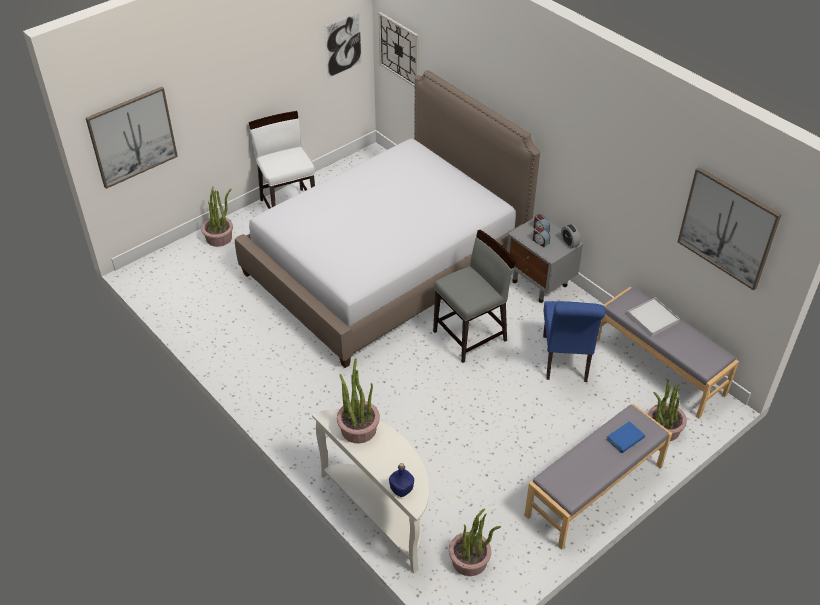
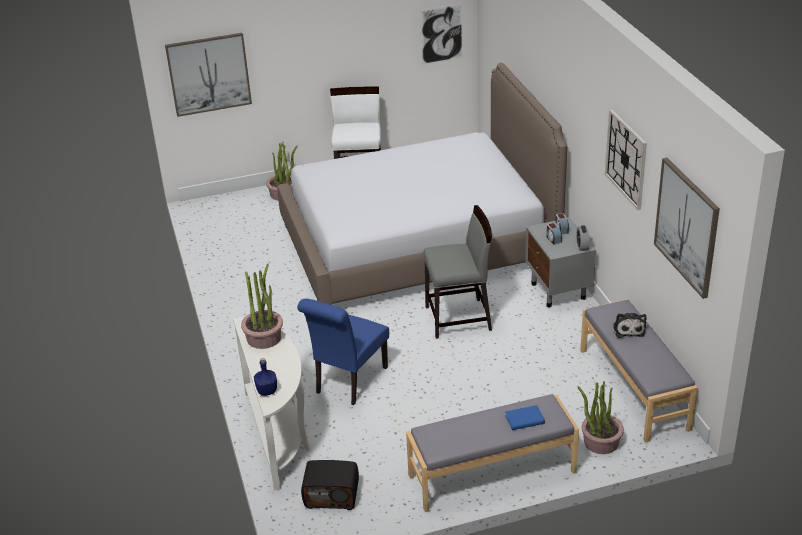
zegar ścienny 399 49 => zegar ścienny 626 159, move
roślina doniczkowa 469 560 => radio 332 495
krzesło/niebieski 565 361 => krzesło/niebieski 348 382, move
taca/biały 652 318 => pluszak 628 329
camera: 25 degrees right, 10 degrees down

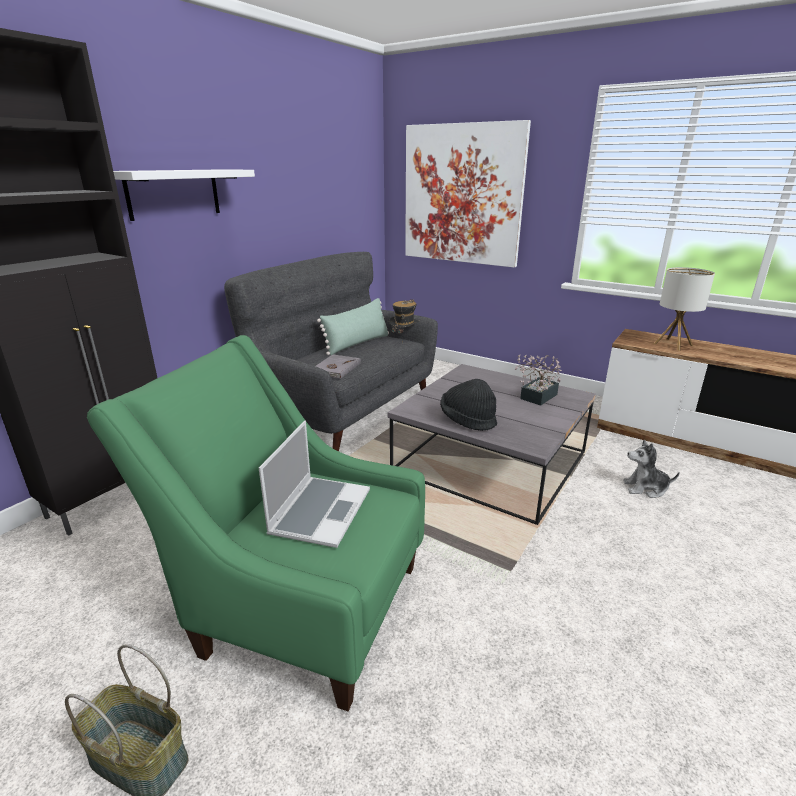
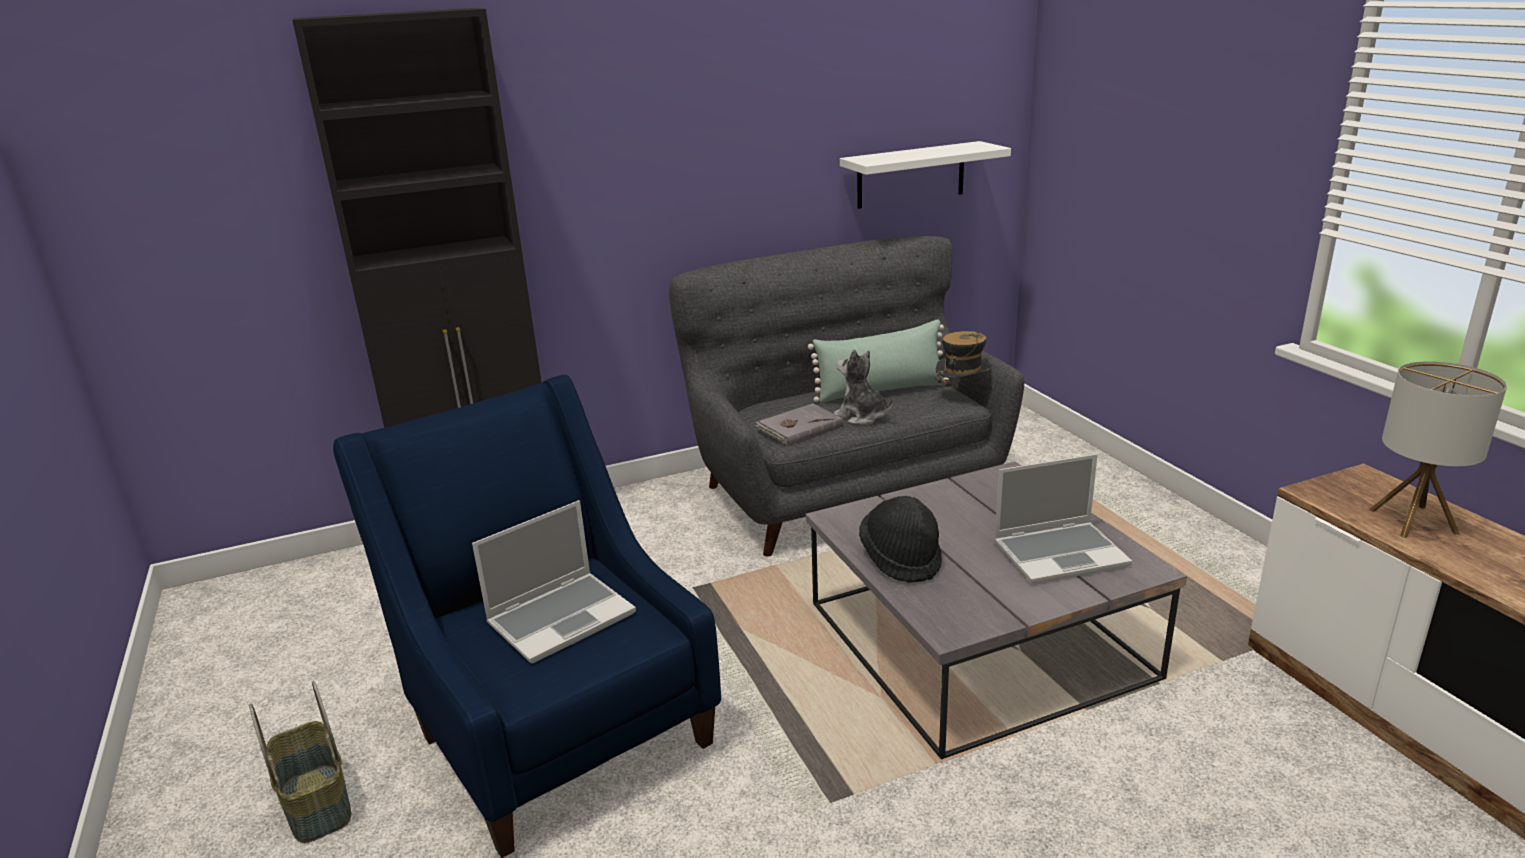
fotel/zielony 300 603 => fotel/niebieski 557 727
półka/biały 174 193 => półka/biały 911 175, move
obraz 462 195 => nothing
roślina doniczkowa 536 398 => laptop 1061 553
pluszak 645 488 => pluszak 862 416, move
camera: 35 degrees right, 0 degrees up

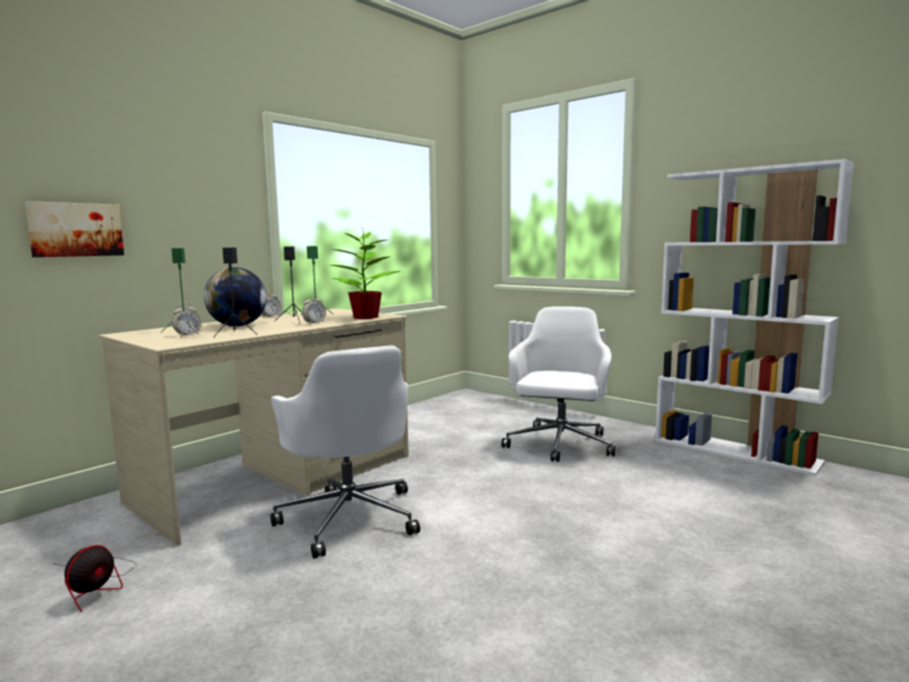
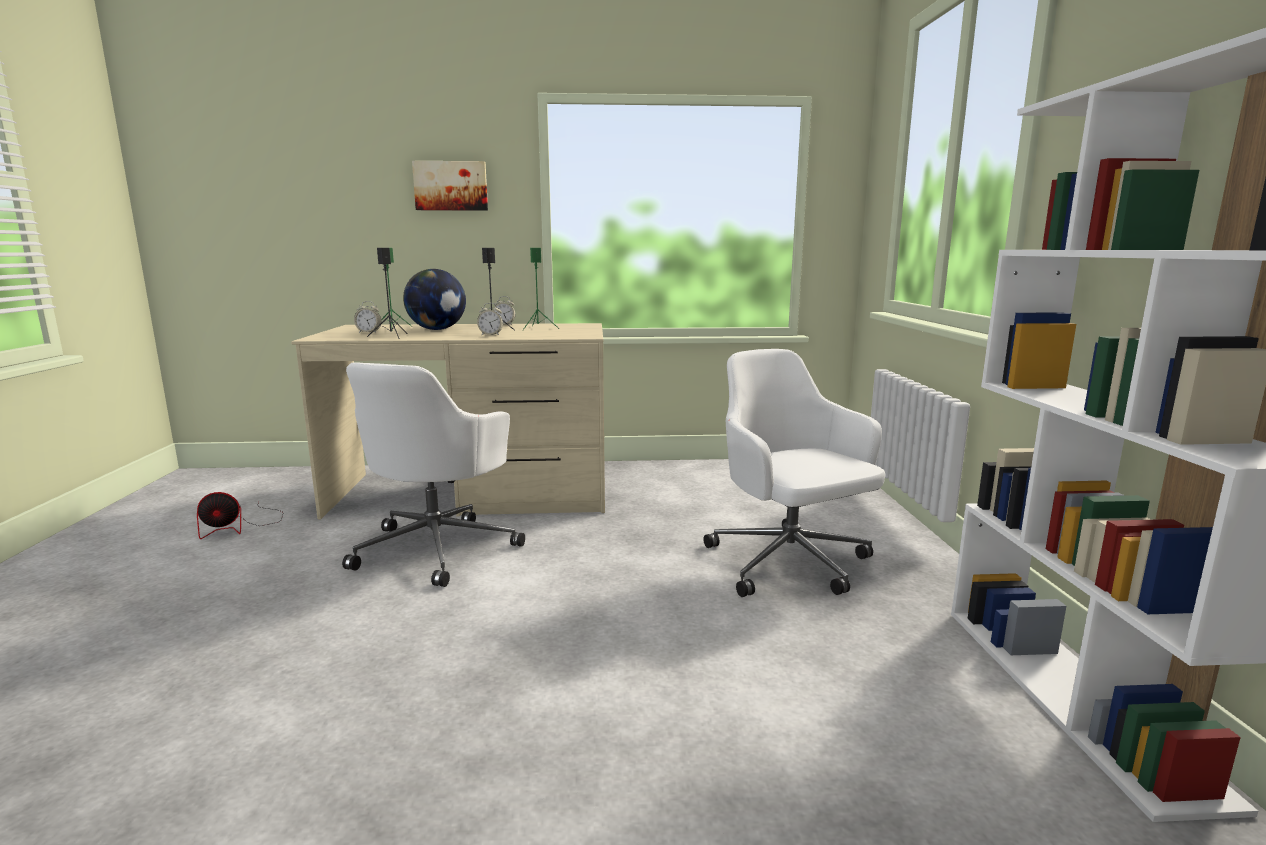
obraz 75 230 => obraz 451 186, move
roślina doniczkowa 365 317 => nothing
krzesło biurowe/biały 559 445 => krzesło biurowe/biały 789 564, 90 degrees counterclockwise
camera: 45 degrees right, 5 degrees up

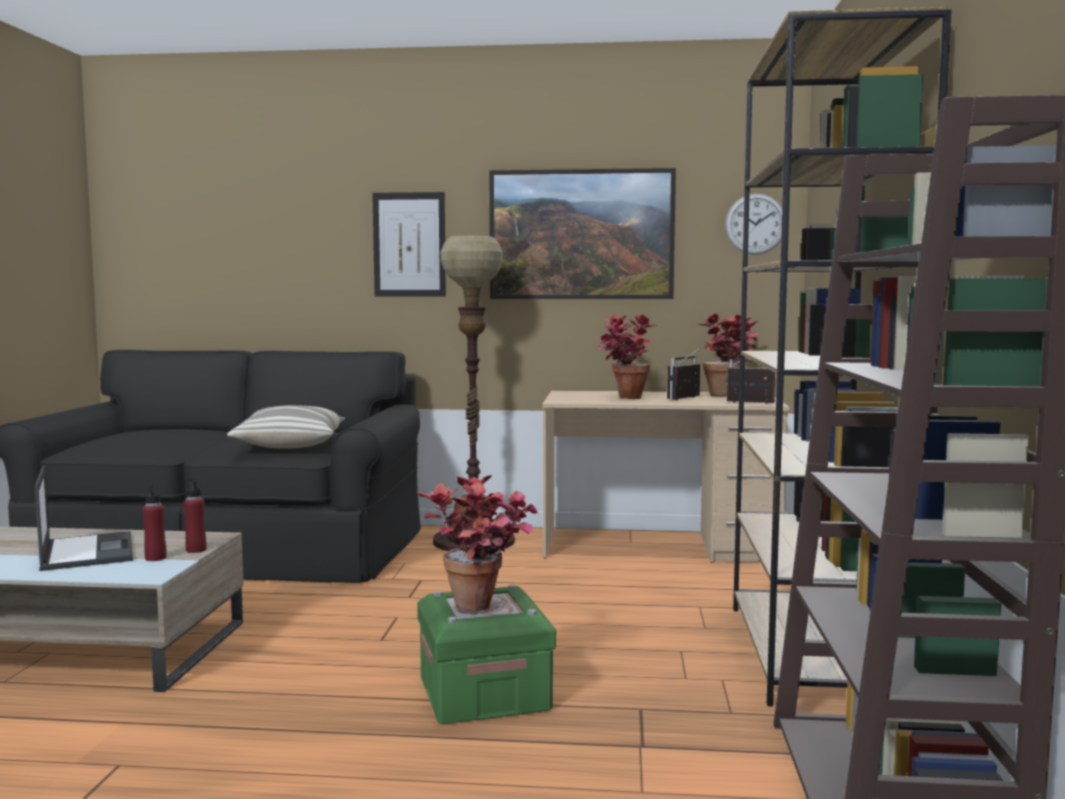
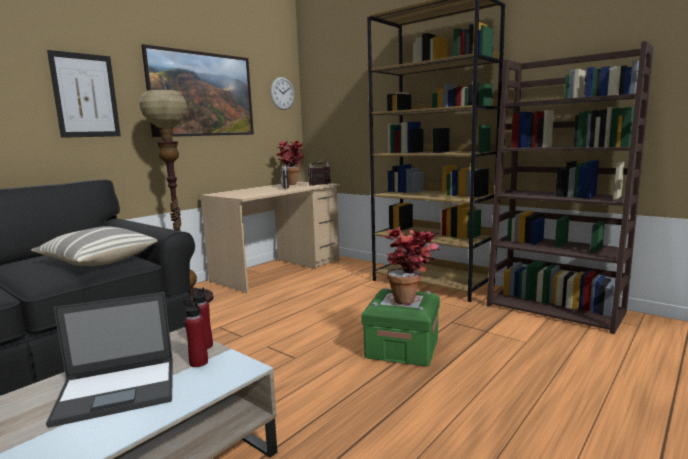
laptop 87 552 => laptop 119 390, 150 degrees clockwise
roślina doniczkowa 624 398 => nothing
camera: 55 degrees left, 5 degrees up

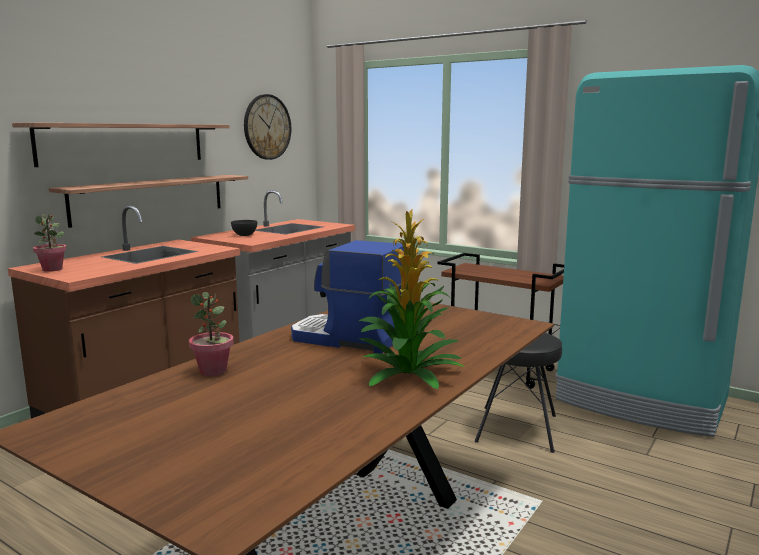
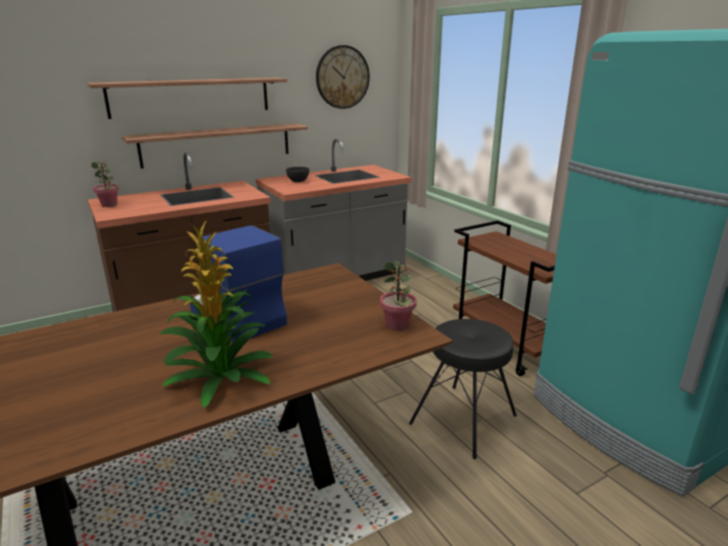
roślina doniczkowa 213 371 => roślina doniczkowa 397 325, move
camera: 25 degrees right, 10 degrees up

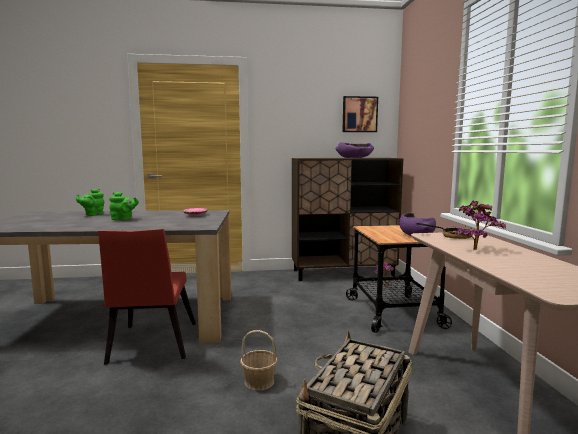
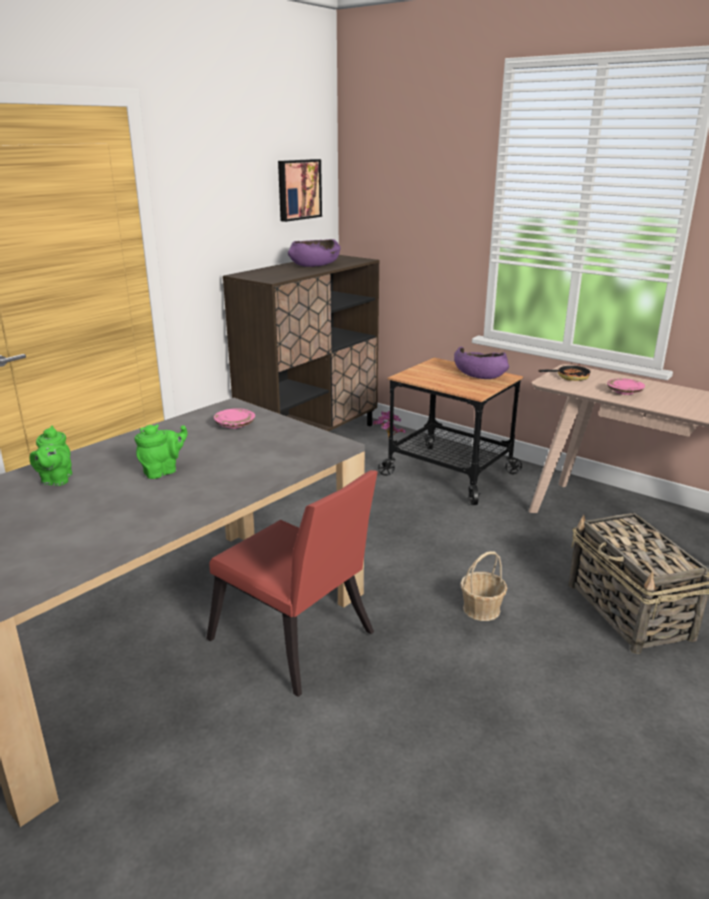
roślina doniczkowa 475 249 => talerz/różowy 624 392
camera: 45 degrees left, 15 degrees up

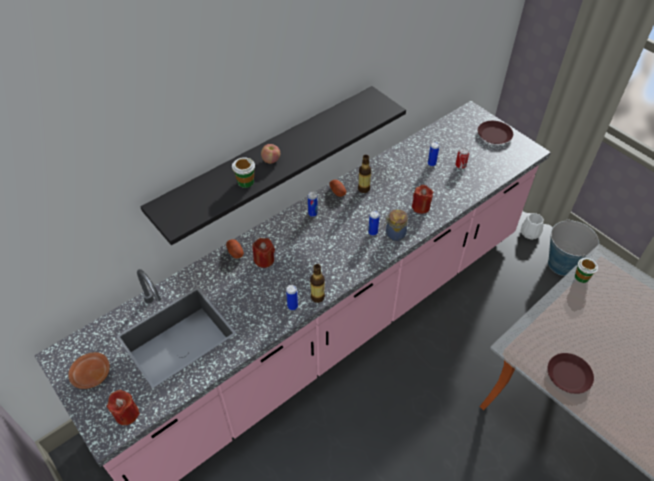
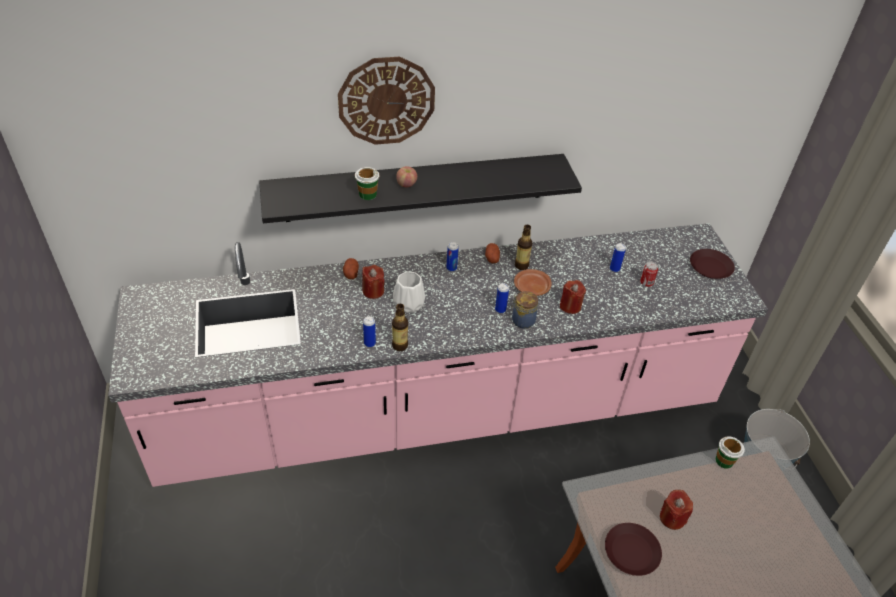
talerz/brązowy 91 374 => talerz/brązowy 531 288, move
świeca/czerwony 126 414 => świeca/czerwony 672 518, move
wazon/biały 529 233 => wazon/biały 409 303, move
nothing => zegar ścienny 386 101
camera: 25 degrees right, 5 degrees down

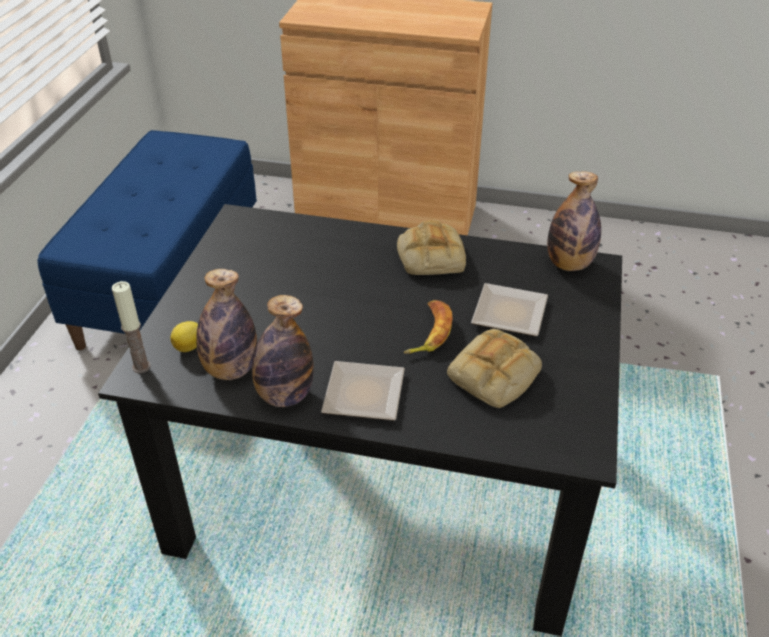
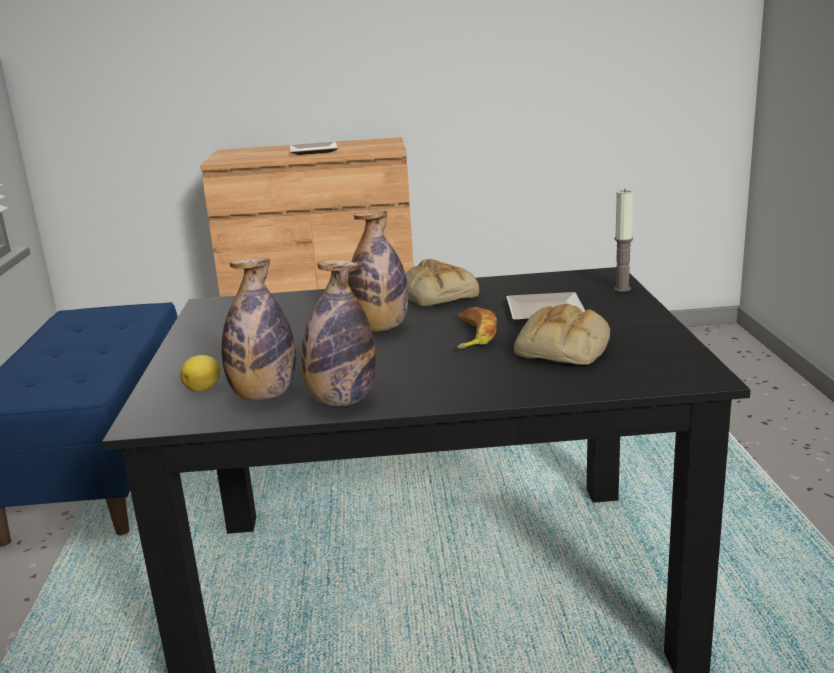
świeca 141 367 => świeca 622 288, move
talerz 361 392 => talerz 312 151, move
butelka 569 264 => butelka 380 328, move
camera: 15 degrees left, 20 degrees down

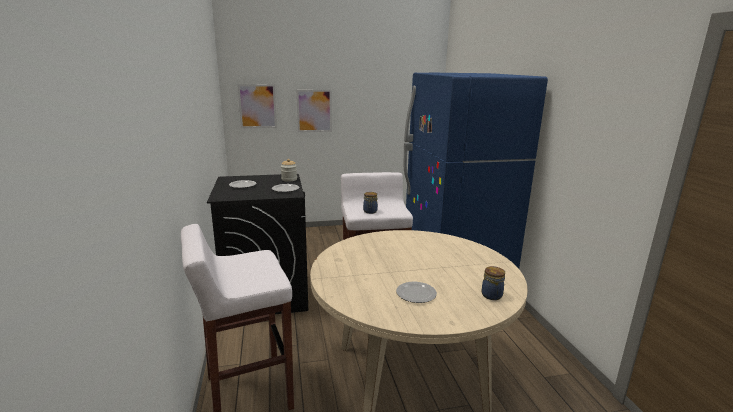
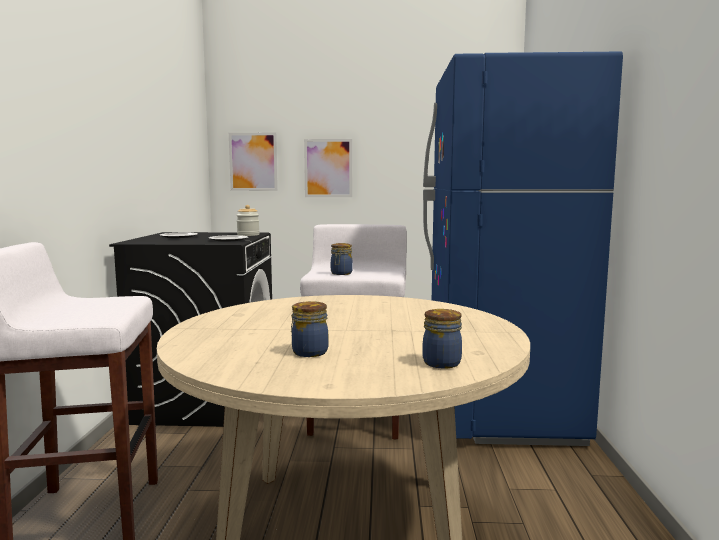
talerz 415 294 => słoik 308 352
camera: 15 degrees right, 10 degrees down

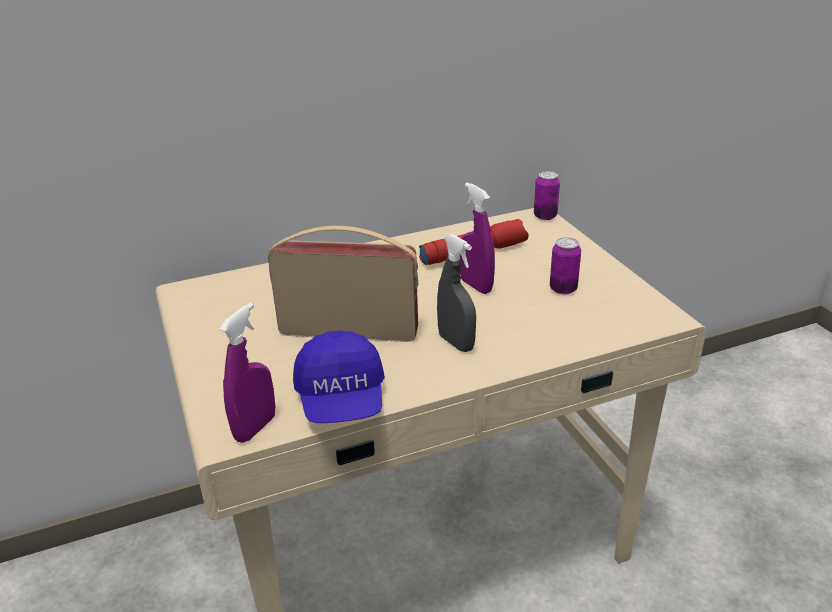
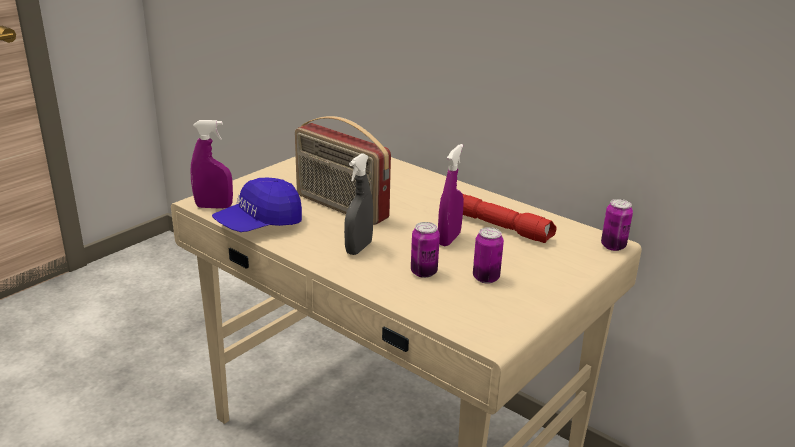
radio 349 330 => radio 340 207, 150 degrees clockwise
nothing => puszka 423 272
camera: 60 degrees right, 5 degrees down

